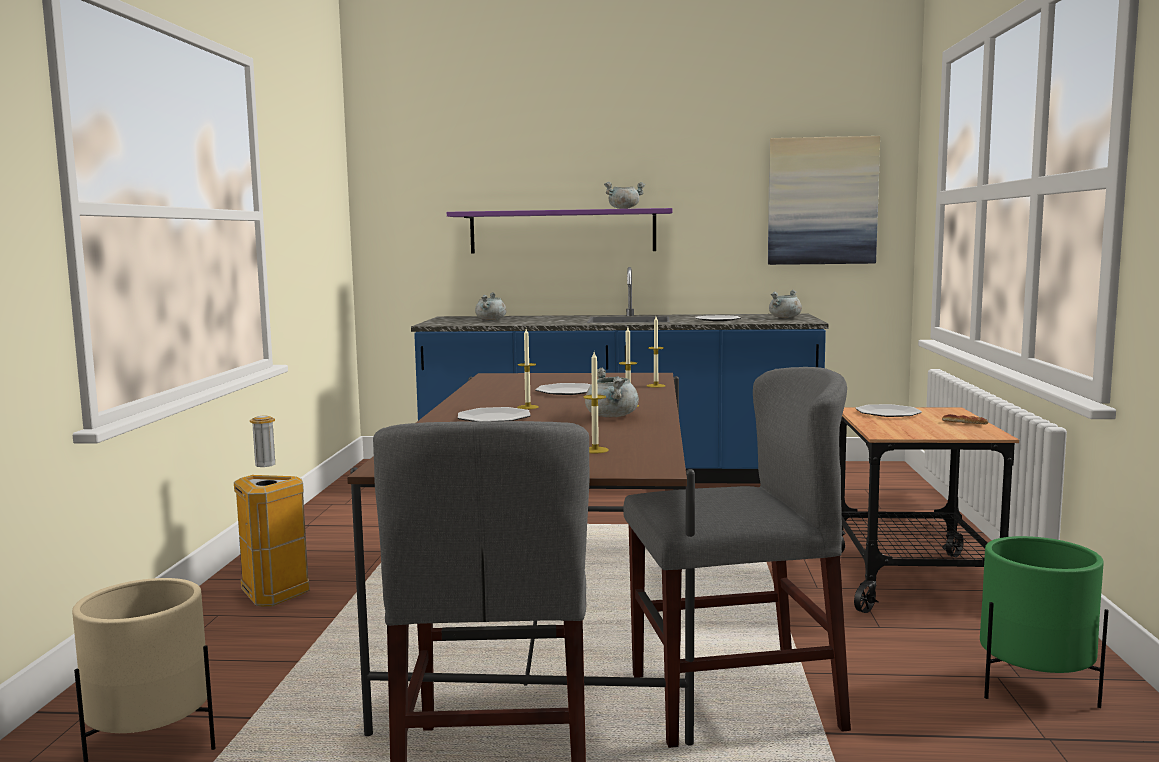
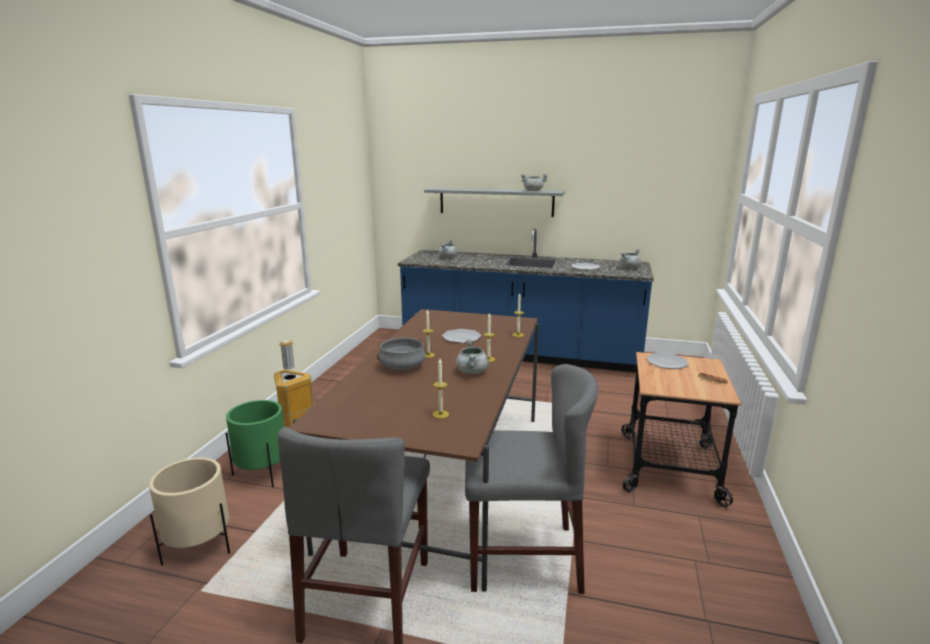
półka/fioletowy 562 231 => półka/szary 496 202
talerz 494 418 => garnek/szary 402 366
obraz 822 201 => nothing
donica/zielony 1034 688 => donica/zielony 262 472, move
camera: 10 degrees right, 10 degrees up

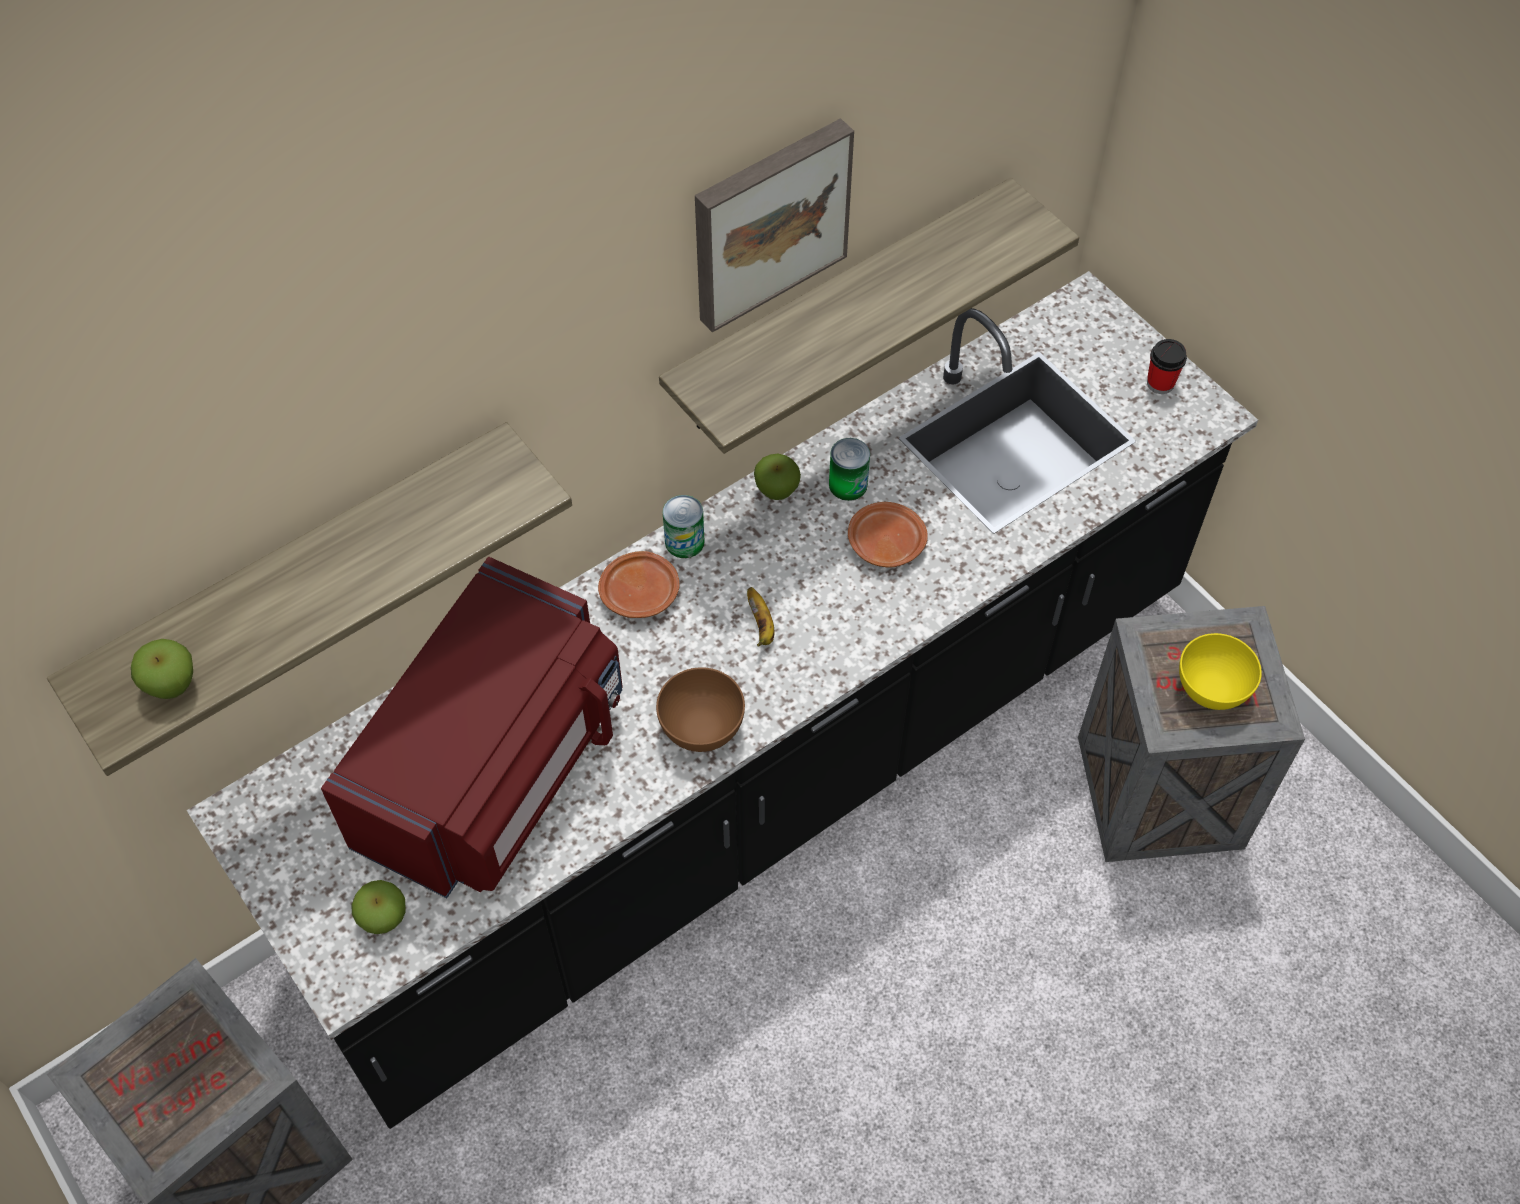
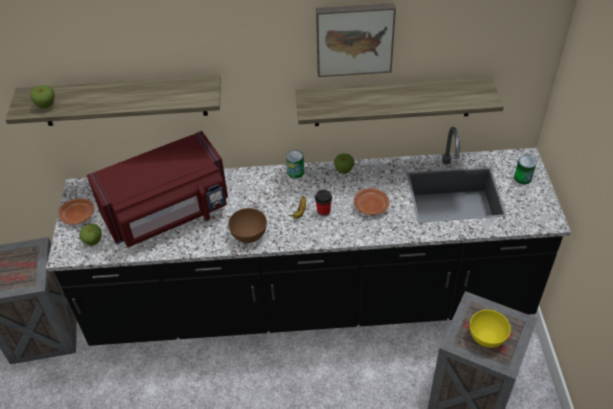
talerz/brązowy 641 593 => talerz/brązowy 78 216, move
puszka 848 484 => puszka 522 178, move
filiżanka 1160 383 => filiżanka 323 211, move
camera: 35 degrees right, 10 degrees down

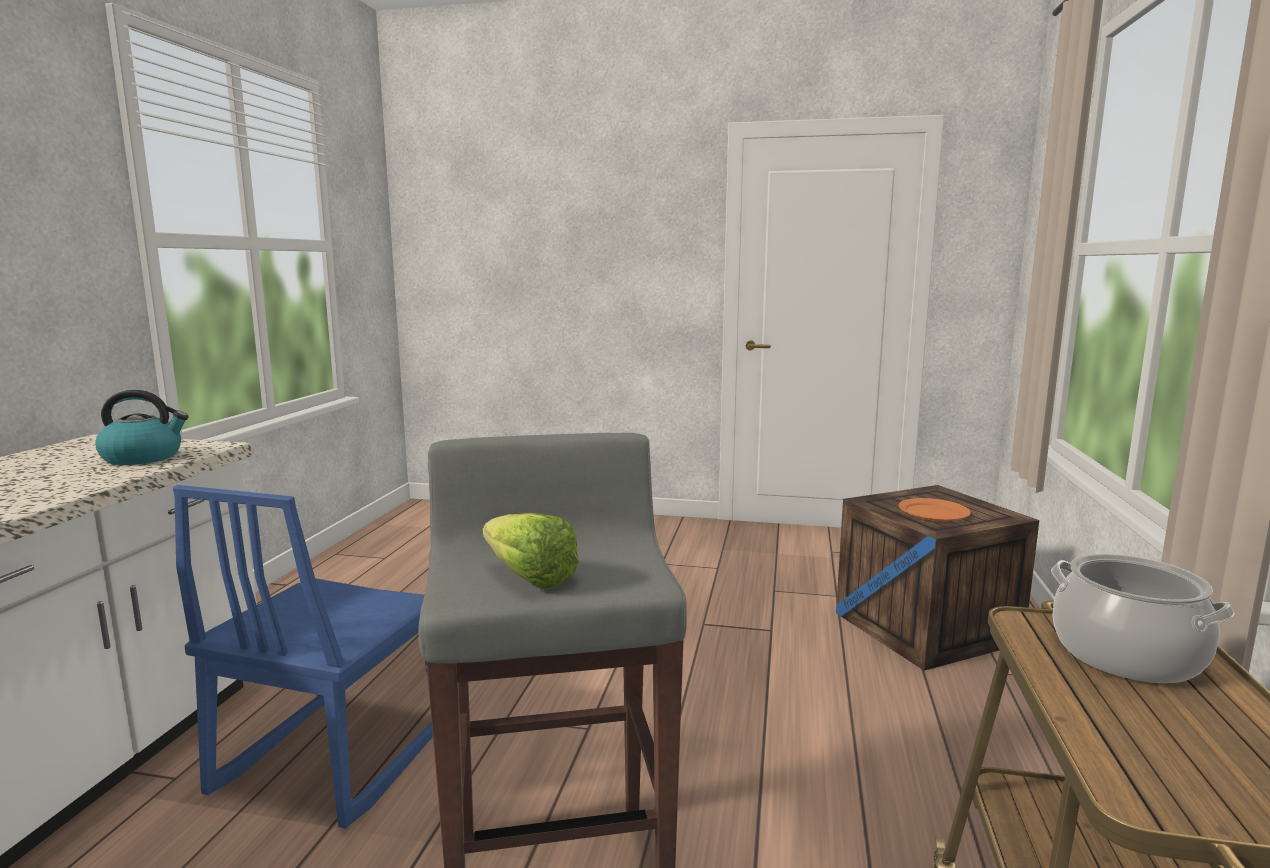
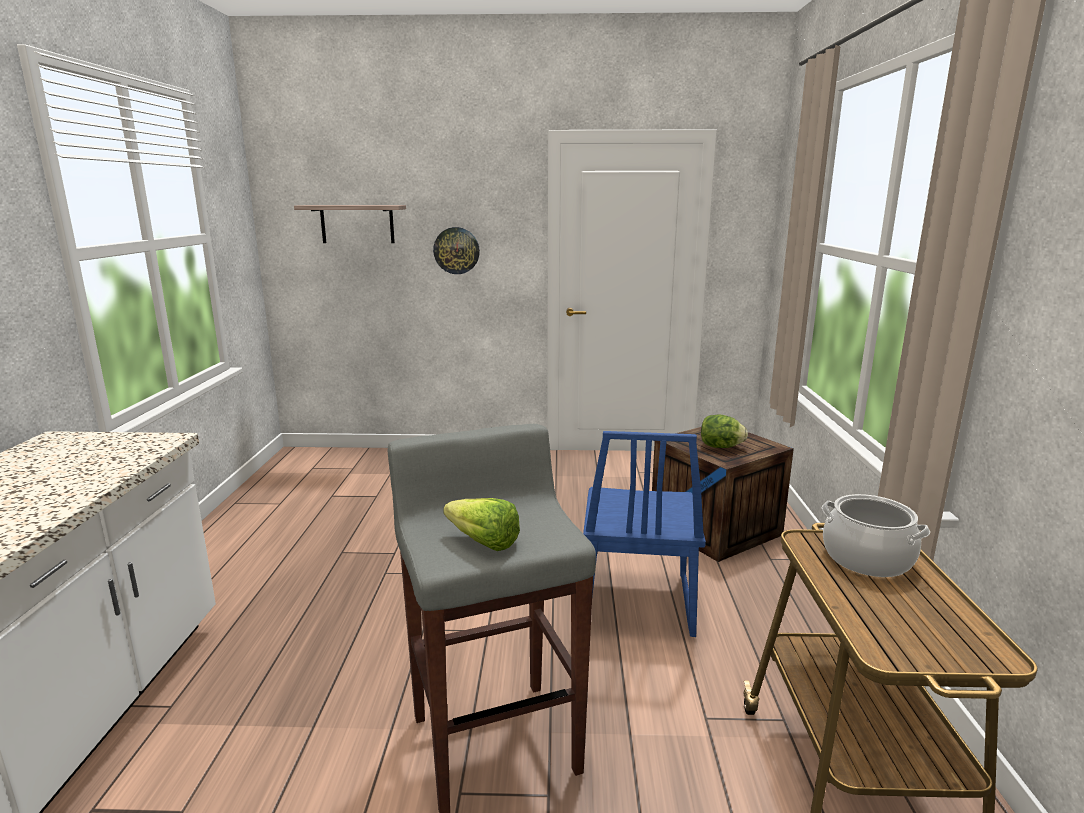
czajnik 144 457 => nothing
krzesło/niebieski 331 758 => krzesło/niebieski 635 601, move
talerz/pomarańczowy 933 512 => sałata 720 447
nothing => półka 357 224
nothing => zegar ścienny 456 250
camera: 10 degrees left, 5 degrees up

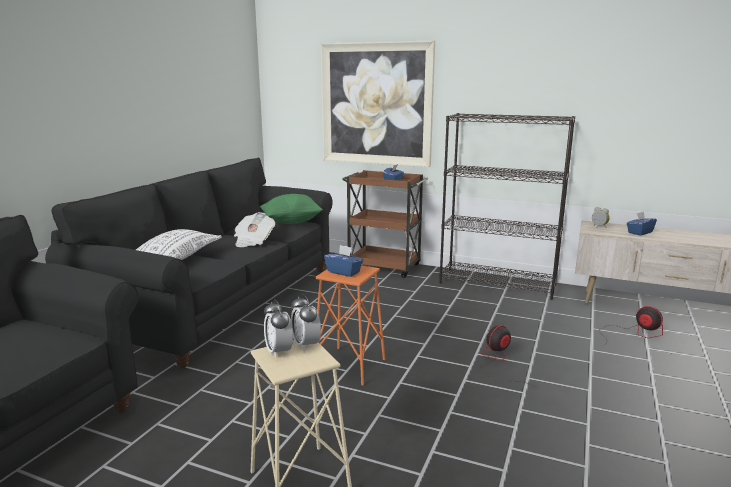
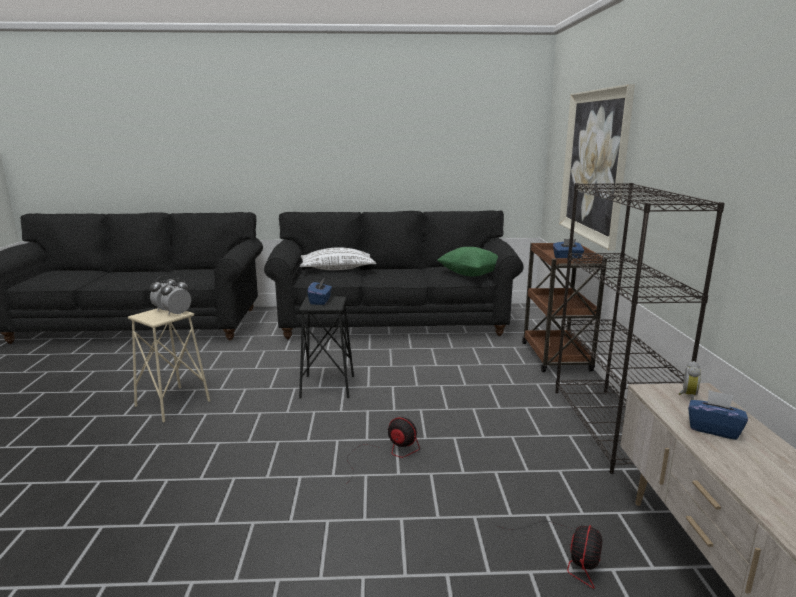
gazeta 253 241 => nothing
stołek/pomarańczowy 349 365 => stołek/czarny 327 386
camera: 65 degrees right, 0 degrees up

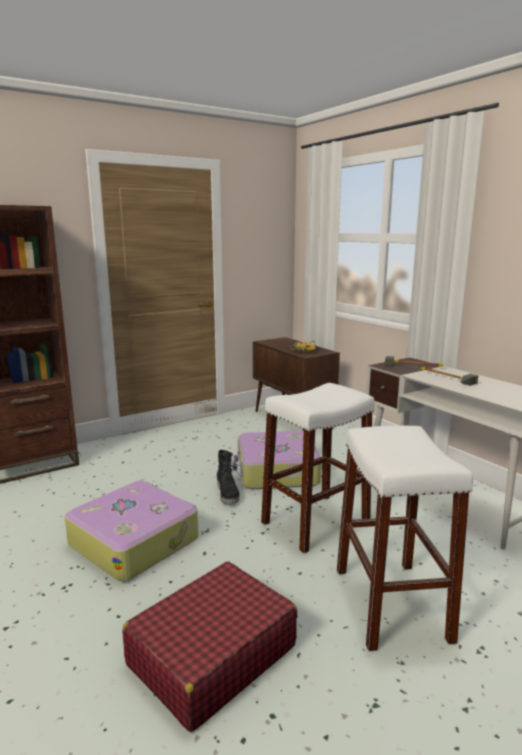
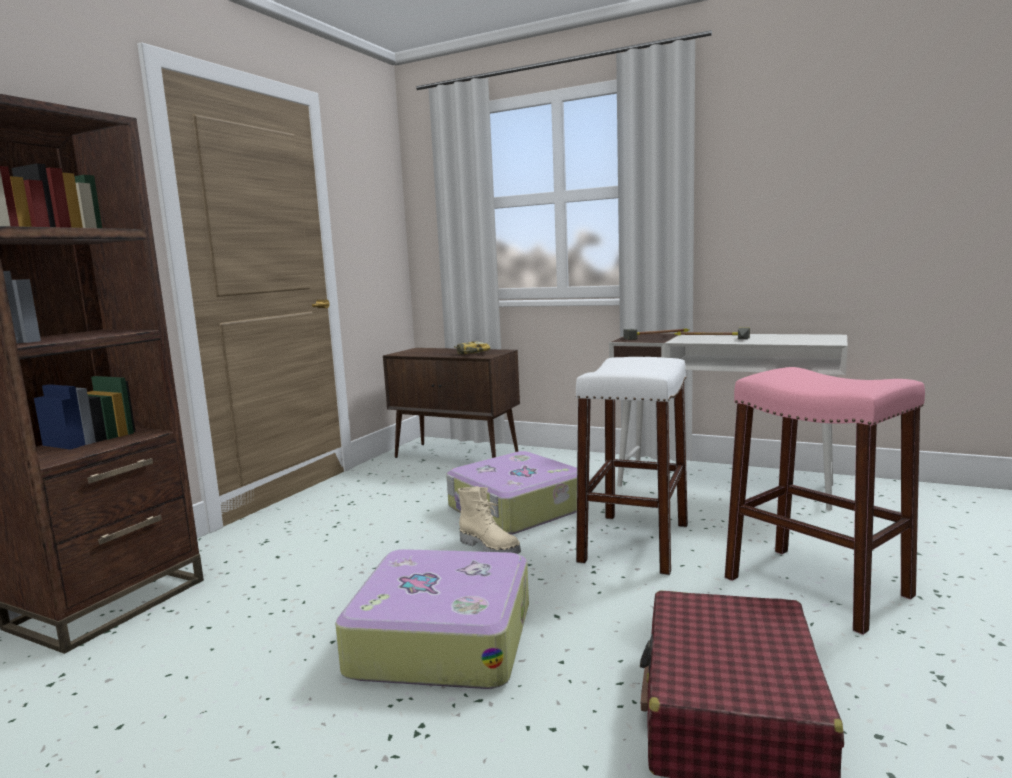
but z cholewką/czarny 228 494 => but z cholewką/beżowy 491 547
stołek/biały 391 603 => stołek/różowy 816 587
camera: 30 degrees left, 5 degrees down

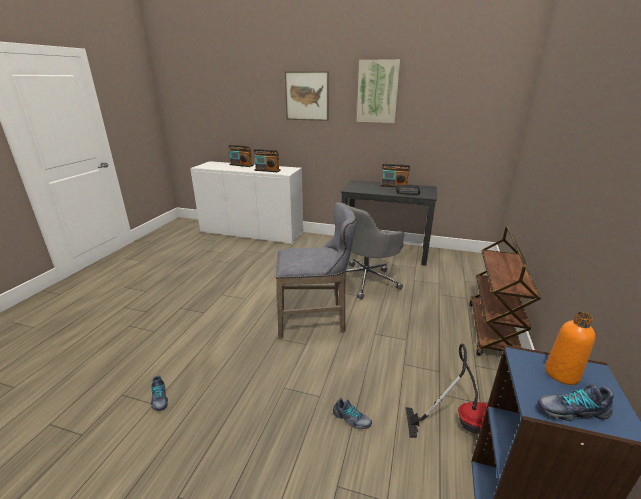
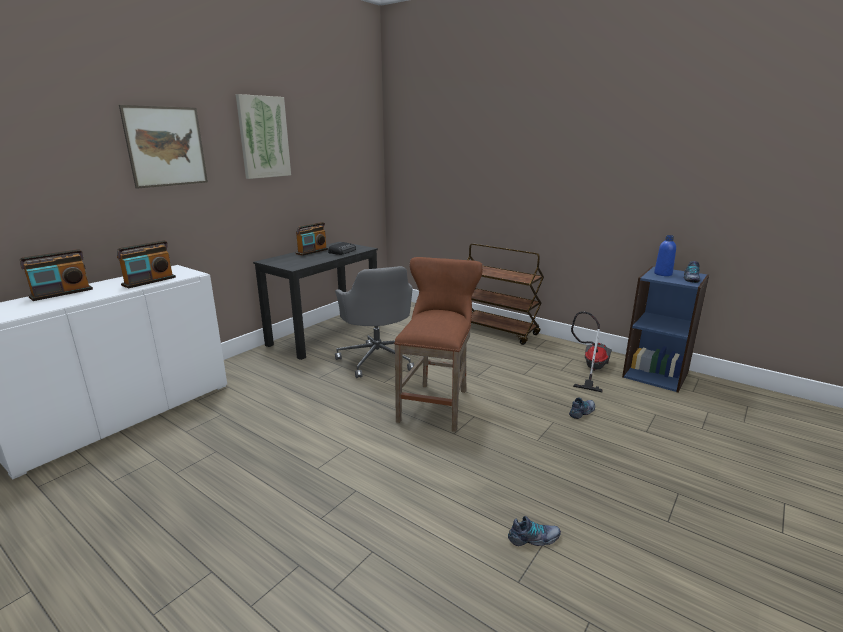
stołek/szary 315 321 => stołek/brązowy 437 403
butelka/pomarańczowy 561 373 => butelka/niebieski 663 274
camera: 70 degrees left, 5 degrees down

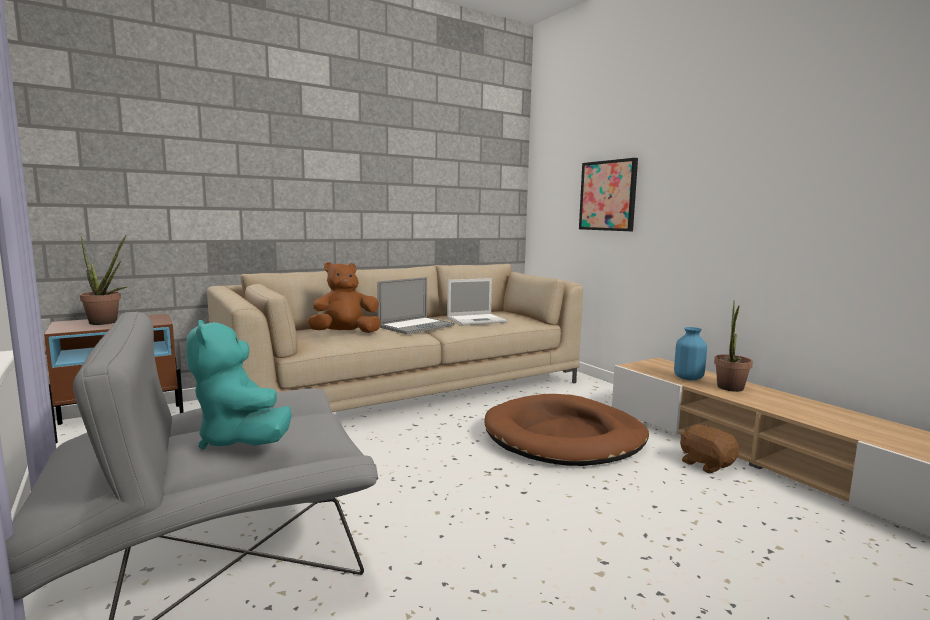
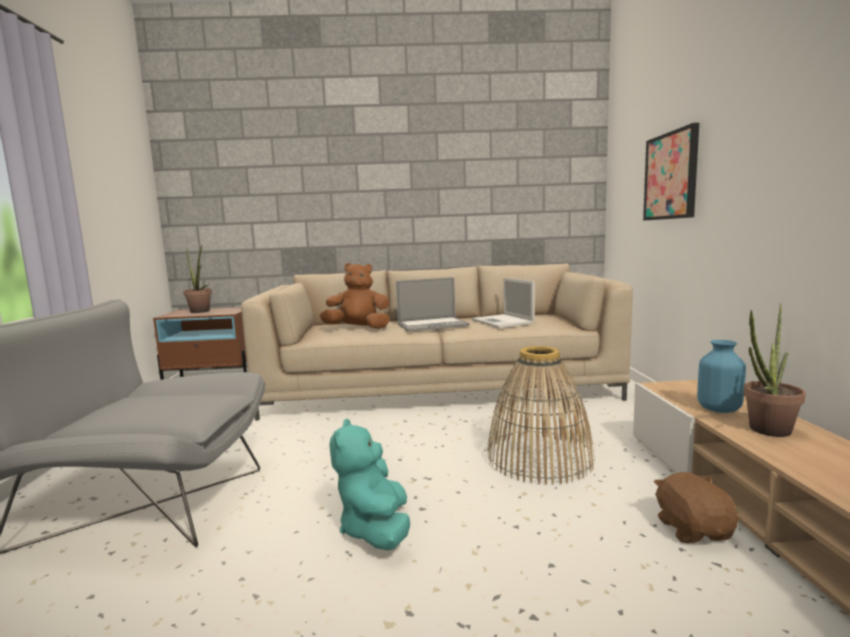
pluszak/turkusowy 241 440 => pluszak/turkusowy 376 529, move
laptop 477 320 => laptop 503 322, 60 degrees clockwise
legowisko/brązowy 564 436 => koszyk 539 458
camera: 30 degrees right, 0 degrees up

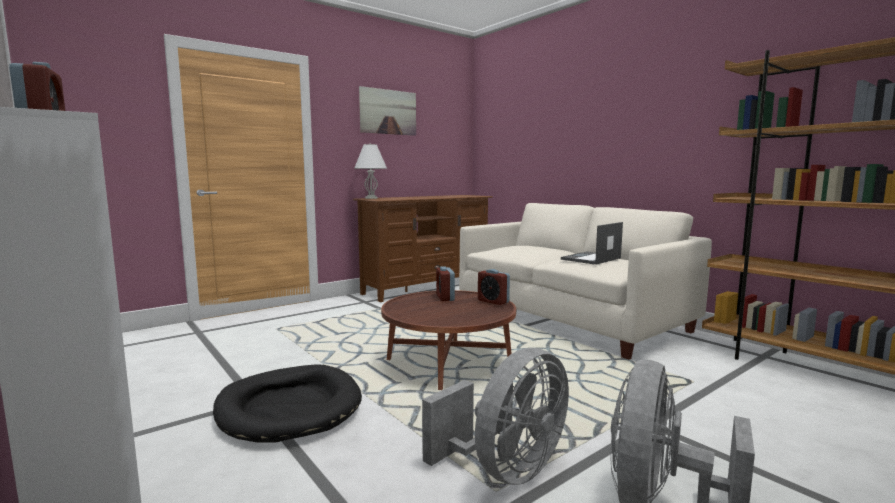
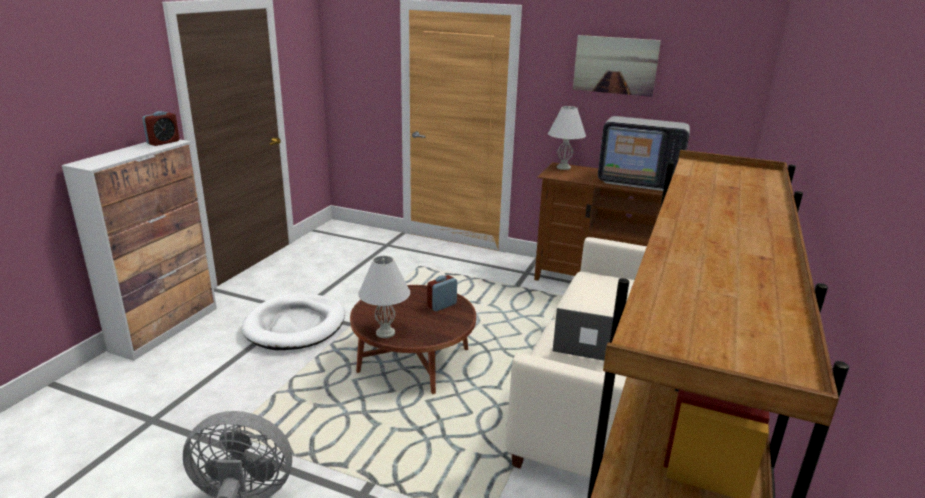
legowisko/czarny 289 408 => legowisko/biały 295 325
wentylator/szary 506 470 => nothing
budzik 493 301 => nothing
nothing => lampa stołowa/biały 385 333
nothing => telewizor 639 181
camera: 60 degrees right, 15 degrees up

